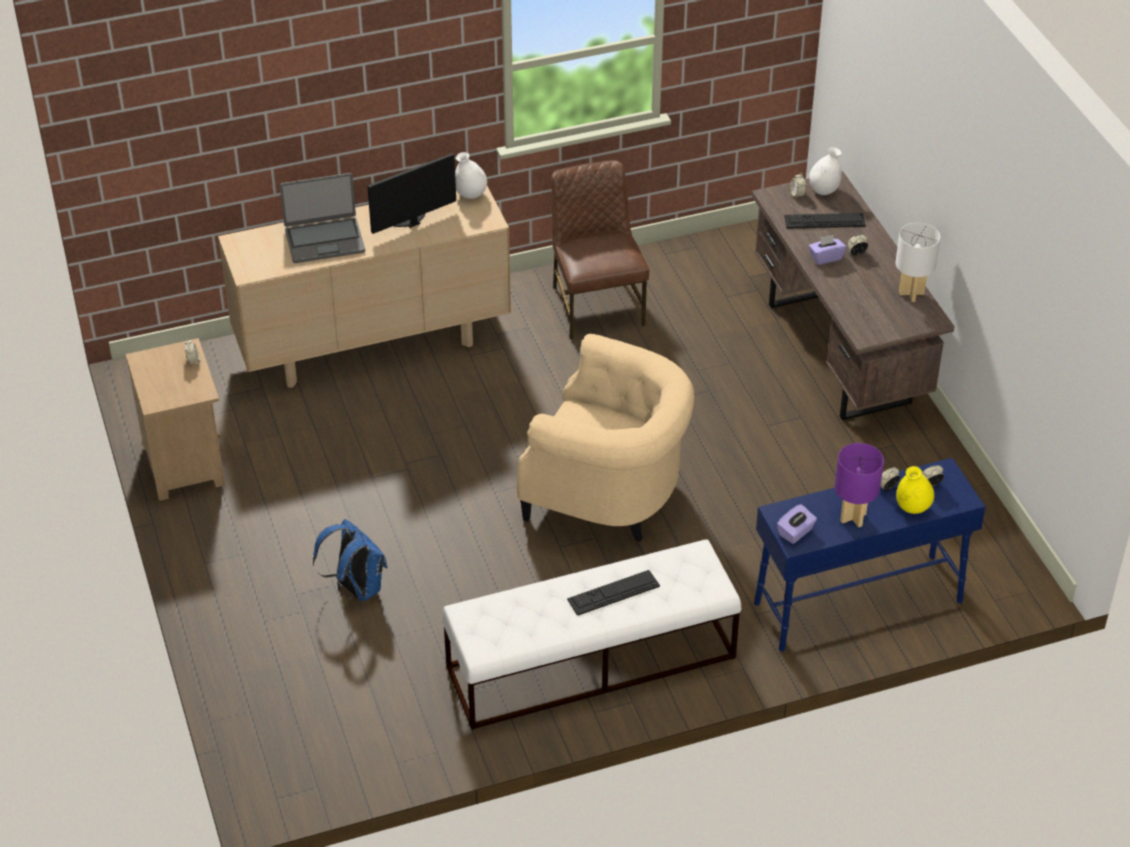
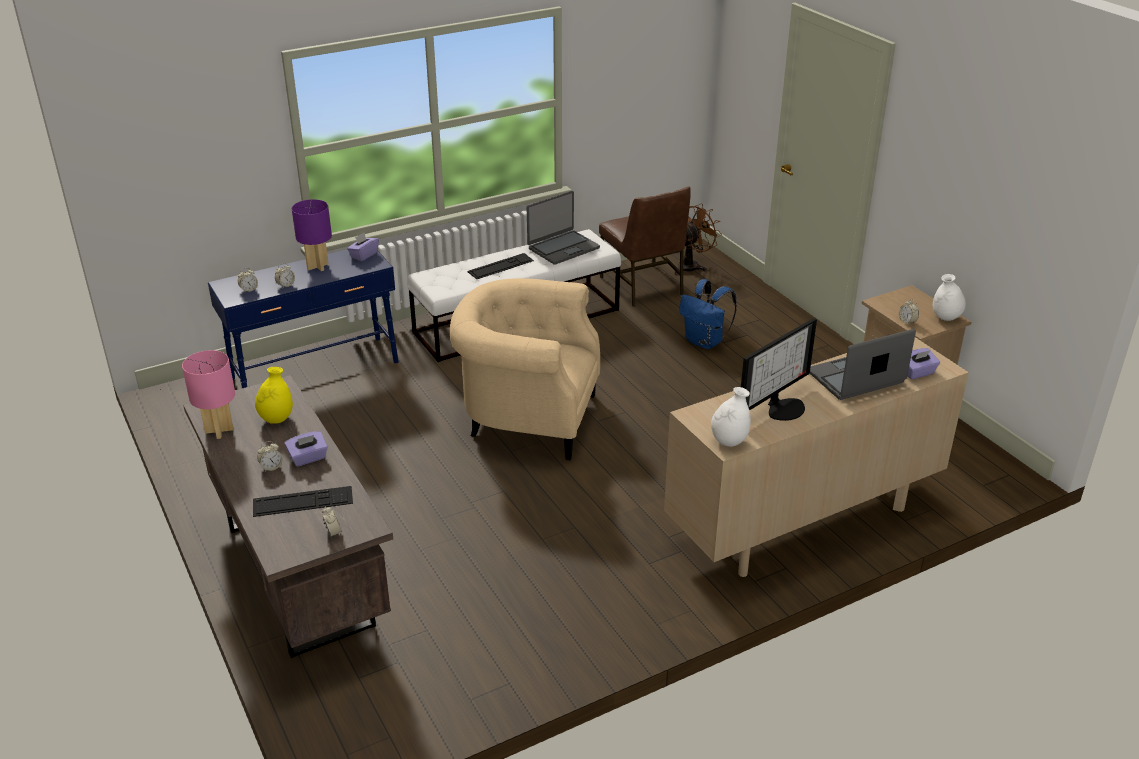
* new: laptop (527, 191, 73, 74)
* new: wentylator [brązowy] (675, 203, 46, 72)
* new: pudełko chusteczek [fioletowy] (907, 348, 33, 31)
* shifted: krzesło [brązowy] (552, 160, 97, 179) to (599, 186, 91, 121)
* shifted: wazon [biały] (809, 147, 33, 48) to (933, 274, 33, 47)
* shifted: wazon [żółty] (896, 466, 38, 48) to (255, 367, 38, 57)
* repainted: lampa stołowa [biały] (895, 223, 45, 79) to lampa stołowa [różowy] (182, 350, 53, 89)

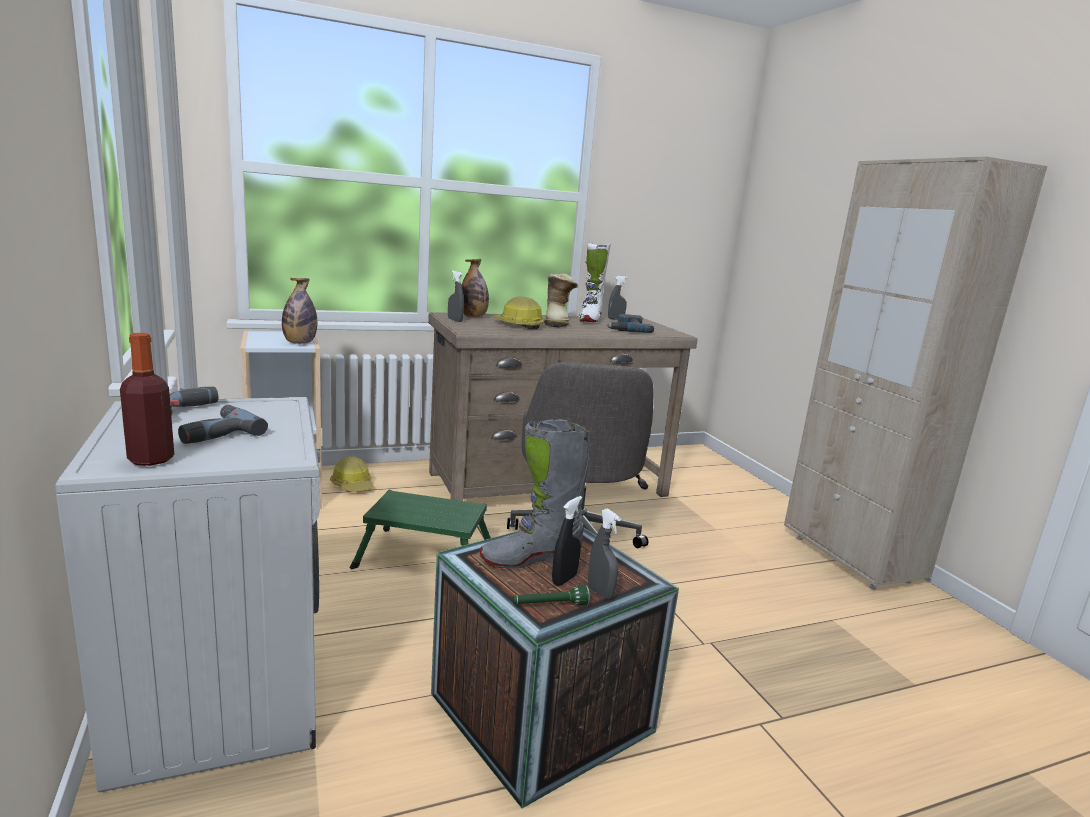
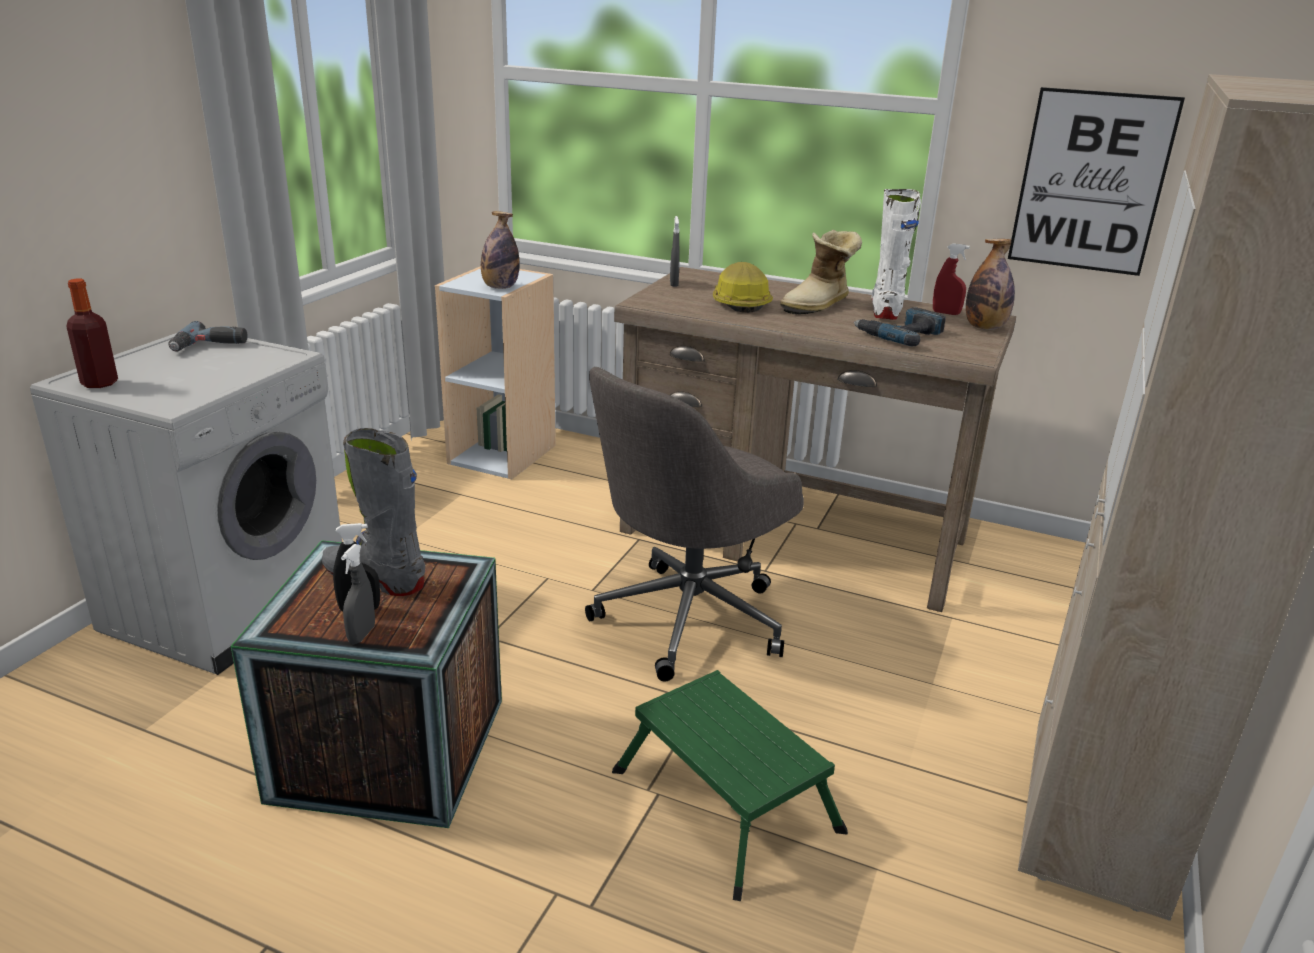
* gone: wiertarka (178, 405, 90, 39)
* gone: kask (330, 456, 44, 36)
* gone: latarka [zielony] (513, 585, 77, 20)
* new: obraz (1008, 87, 177, 189)
* shifted: drabinka [zielony] (349, 490, 142, 79) to (612, 670, 236, 231)
* shifted: butelka (462, 259, 27, 58) to (966, 239, 49, 91)
* repainted: spryskiwacz [szary] (608, 276, 20, 43) to spryskiwacz [czerwony] (933, 243, 37, 72)
* rotated: but z cholewką [biały] (579, 243, 32, 80) = (871, 189, 50, 131) 135 degrees clockwise

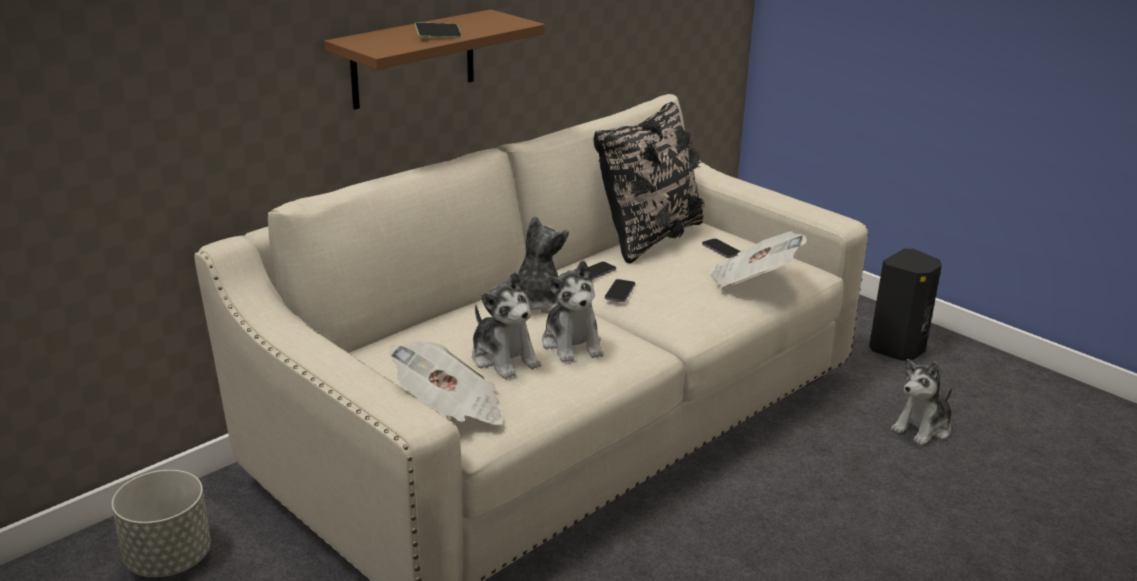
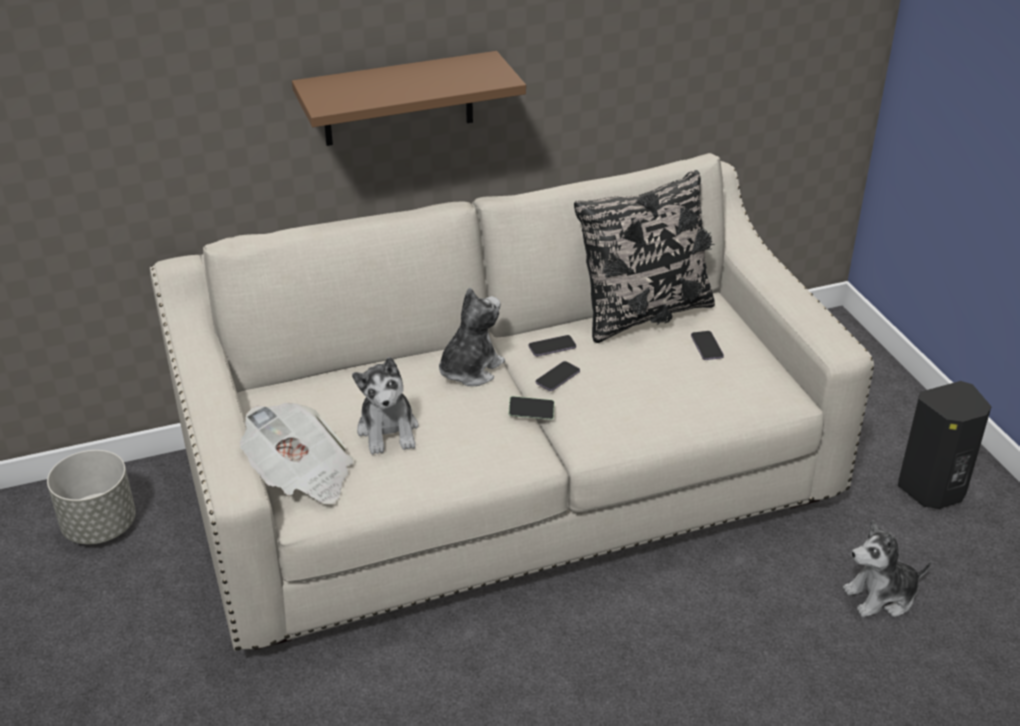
* gone: pluszak (542, 260, 62, 103)
* gone: gazeta (708, 231, 99, 57)
* shifted: telefon (415, 23, 47, 15) to (509, 396, 46, 24)

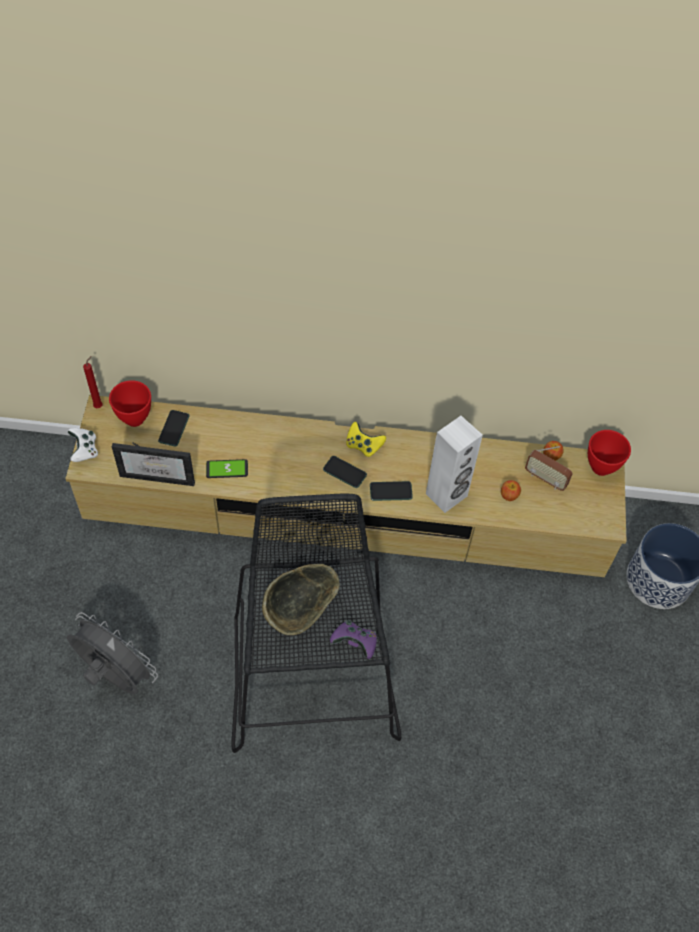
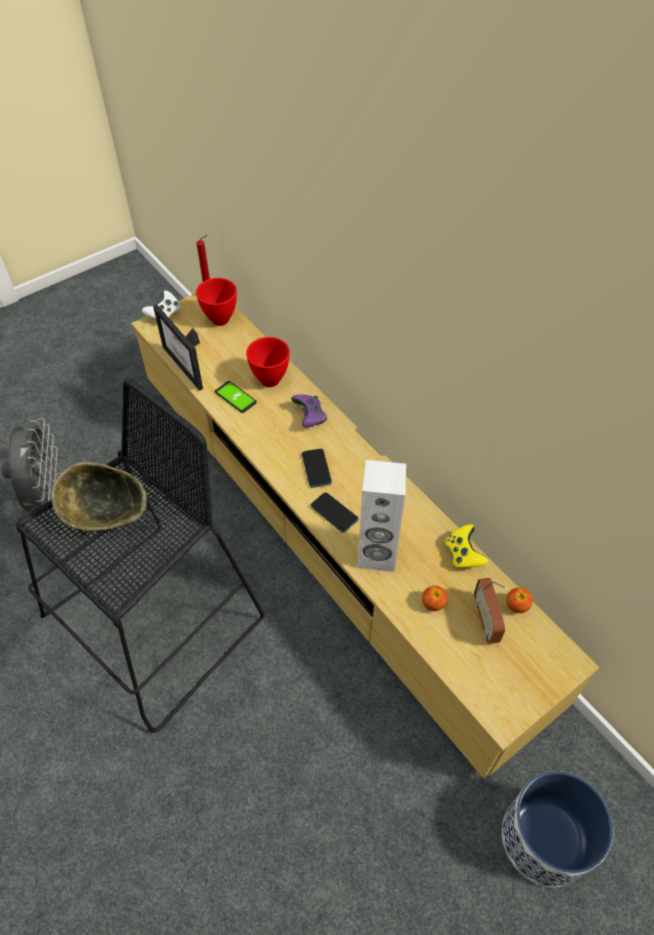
* gone: telefon (158, 410, 31, 37)
* shifted: pad do gier [fioletowy] (330, 620, 47, 39) to (291, 394, 36, 33)
* shifted: pad do gier [żółty] (346, 422, 40, 35) to (445, 524, 43, 44)
* shifted: miska [czerwony] (588, 430, 43, 46) to (246, 337, 44, 50)

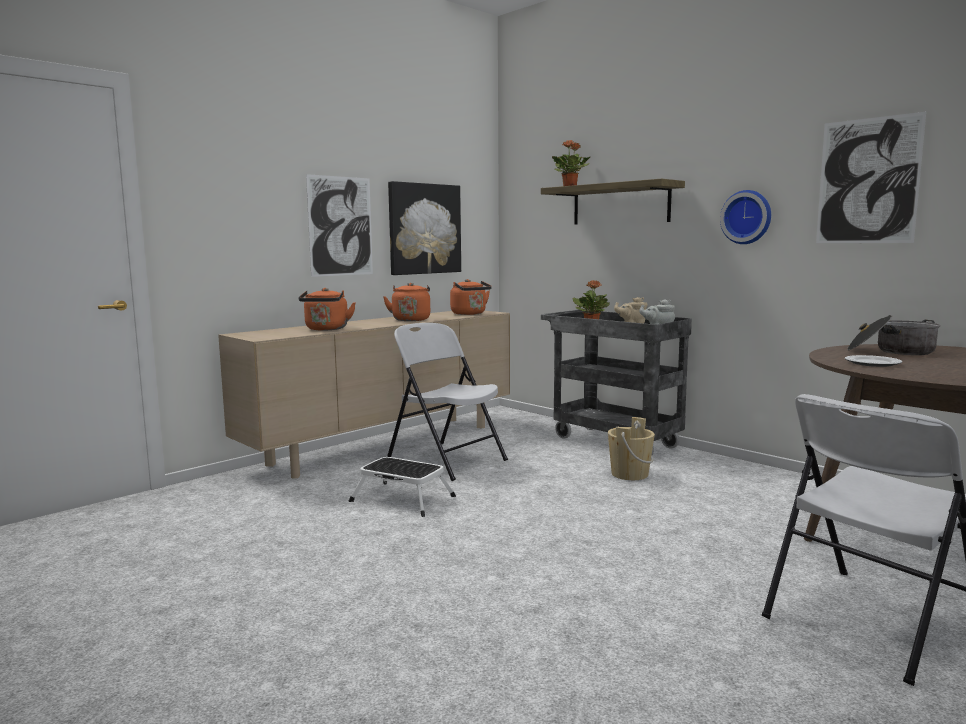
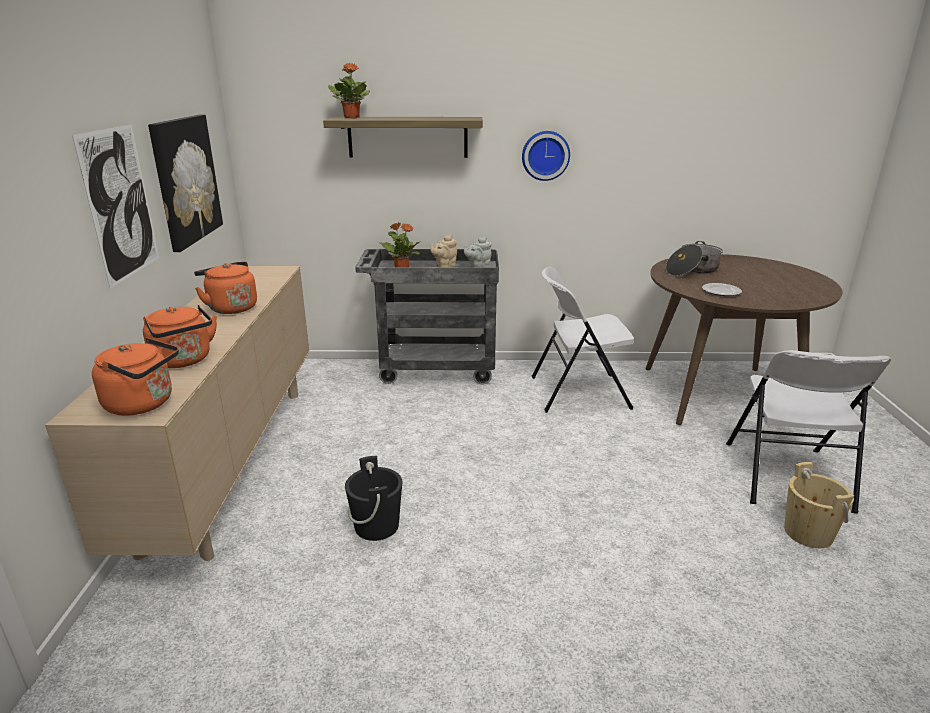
* gone: obraz (816, 112, 110, 131)
* shifted: krzesło [biały] (387, 323, 121, 158) to (532, 267, 102, 146)
* shifted: czajnik [pomarańczowy] (450, 279, 42, 36) to (92, 337, 87, 79)
* shifted: wiadro [beżowy] (608, 417, 47, 63) to (784, 462, 70, 86)
* swapped: drabinka [czarny] (349, 457, 107, 60) to wiadro [czarny] (345, 456, 57, 85)

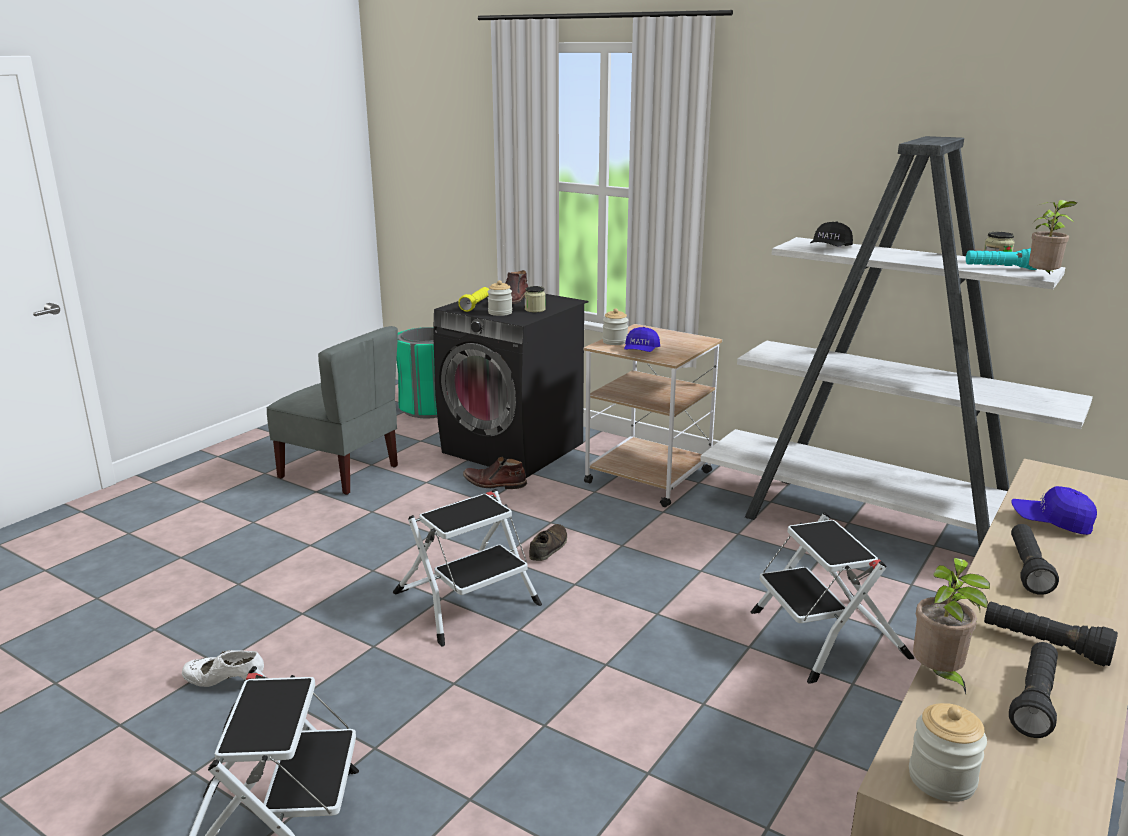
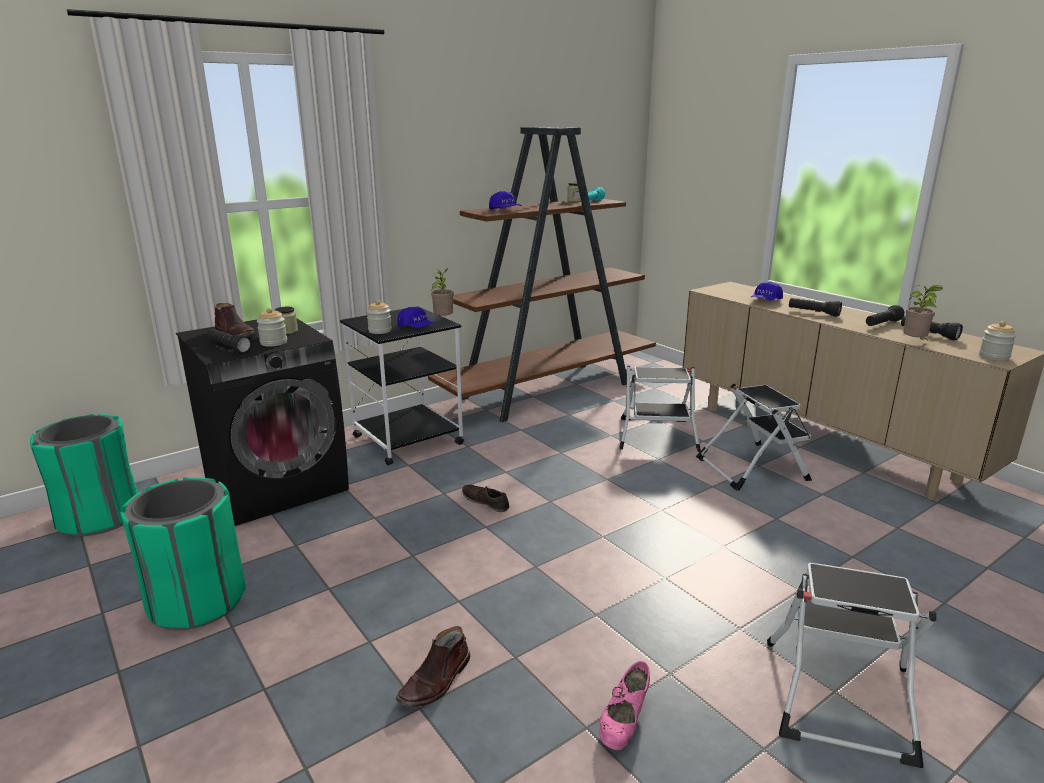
* shifted: drabinka (393, 489, 149, 157) to (696, 384, 116, 107)
* shifted: but z cholewką [brązowy] (463, 457, 64, 32) to (396, 626, 74, 81)
* shifted: roślina doniczkowa (1029, 200, 48, 74) to (431, 269, 23, 48)
* swapped: krzesło [szary] (267, 326, 131, 169) to kosz na śmieci [zielony] (120, 477, 126, 153)
* repainted: but [biały] (182, 650, 82, 37) to but [różowy] (599, 661, 51, 89)
* repainted: latarka [żółty] (458, 287, 31, 25) to latarka [czarny] (207, 329, 45, 25)
* repainted: wózek [beżowy] (584, 324, 138, 183) to wózek [czarny] (340, 306, 124, 159)
* repainted: regał [biały] (700, 136, 393, 412) to regał [brązowy] (428, 127, 228, 295)
* repainted: czapka z daszkiem [czarny] (810, 222, 43, 24) to czapka z daszkiem [niebieski] (489, 191, 32, 18)

